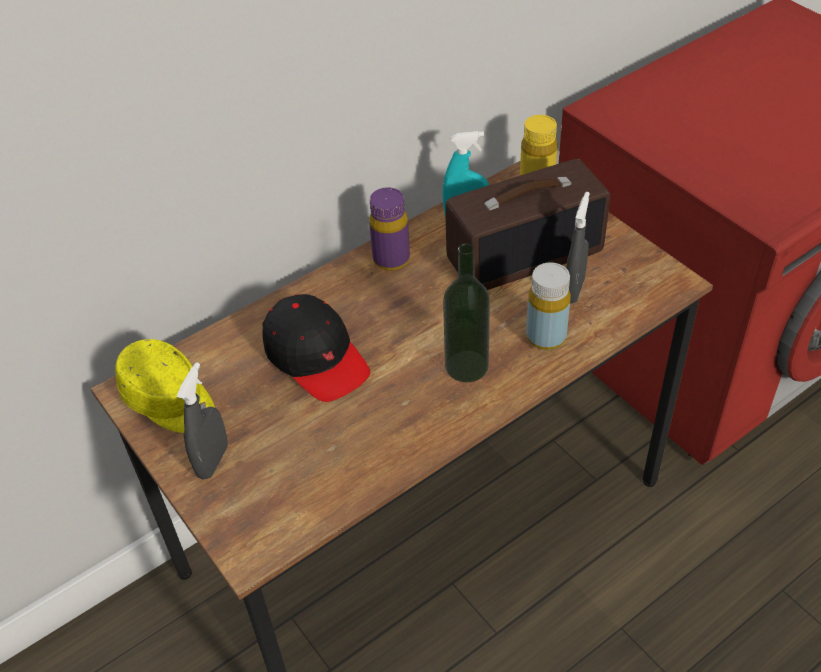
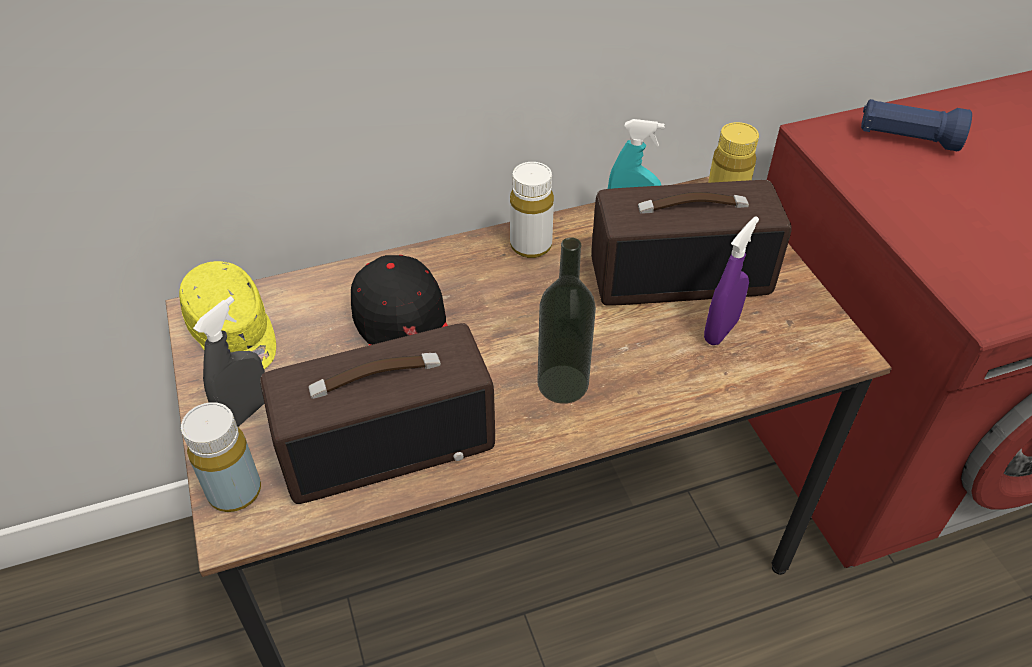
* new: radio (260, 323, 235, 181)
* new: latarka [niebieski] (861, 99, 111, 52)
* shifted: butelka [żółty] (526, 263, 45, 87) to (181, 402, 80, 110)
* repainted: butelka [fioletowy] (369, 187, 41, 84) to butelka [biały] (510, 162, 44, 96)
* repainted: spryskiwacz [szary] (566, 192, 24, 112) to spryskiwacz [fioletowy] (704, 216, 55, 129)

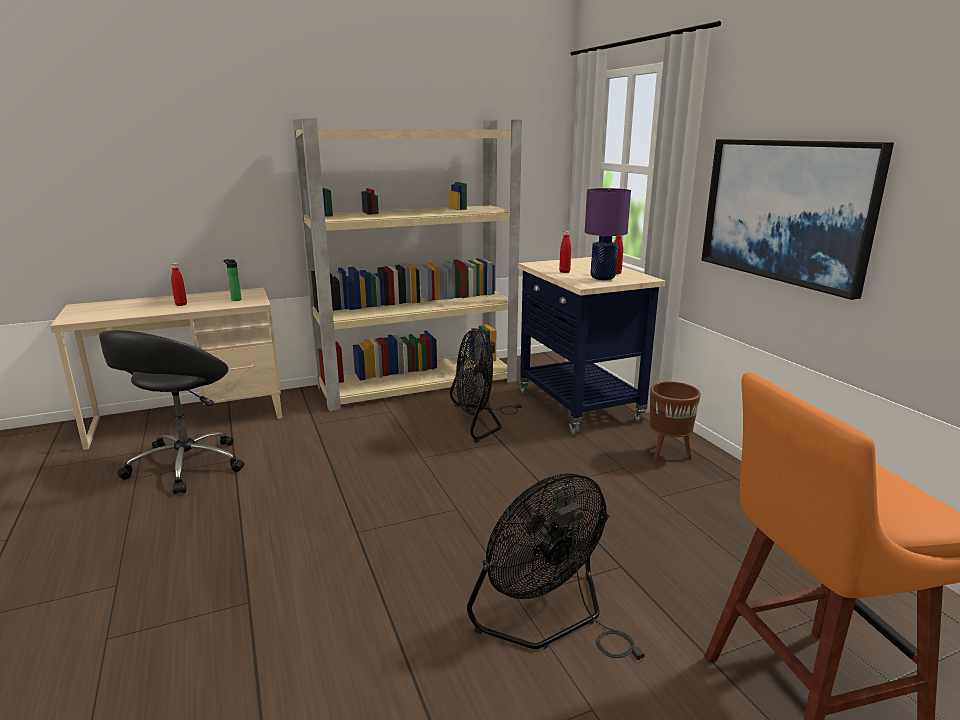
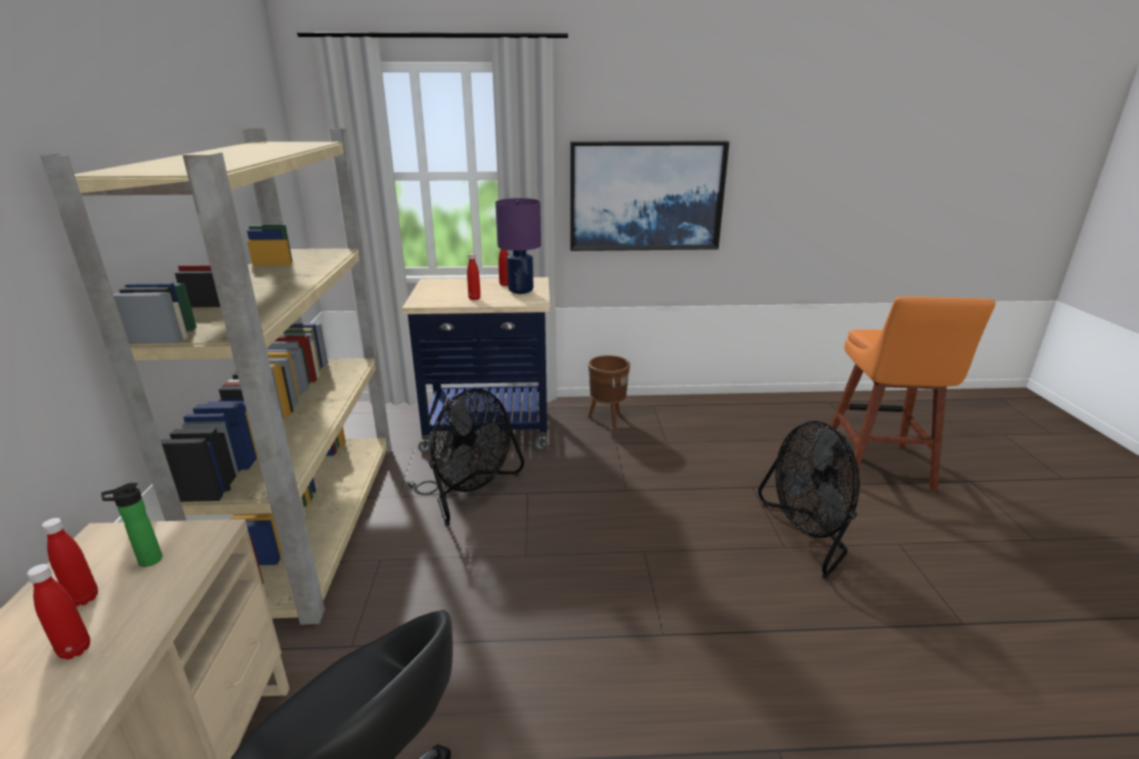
* new: butelka [czerwony] (41, 518, 57, 88)
* rotated: wentylator [czarny] (450, 329, 74, 114) = (408, 389, 116, 137) 60 degrees counterclockwise

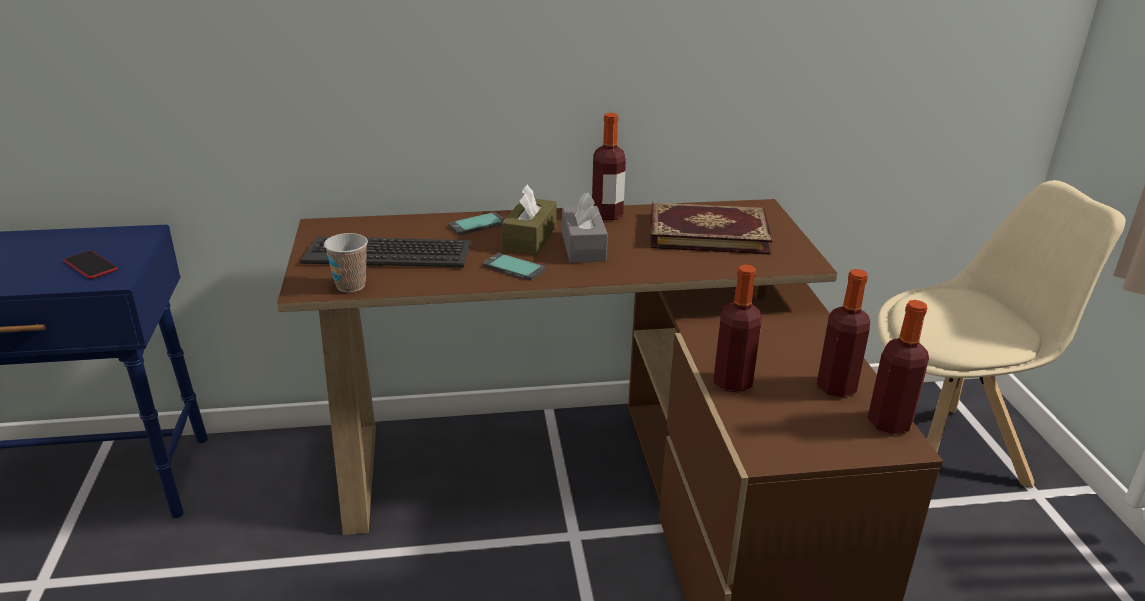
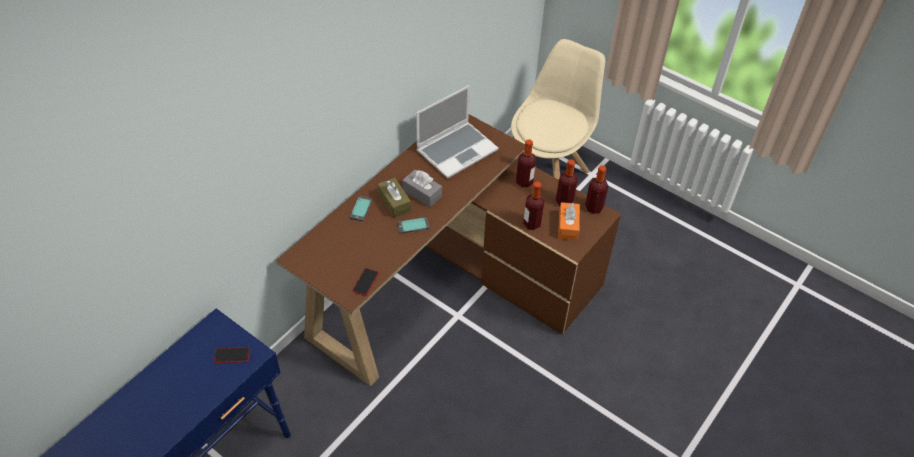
* gone: klawiatura (300, 237, 171, 30)
* new: pudełko chusteczek [pomarańczowy] (558, 202, 22, 39)
* shifted: butelka (592, 113, 34, 107) to (516, 140, 20, 48)
* swapped: filiżanka (324, 233, 44, 59) to telefon (352, 268, 27, 28)
* swapped: książka (651, 202, 121, 52) to laptop (416, 85, 83, 94)

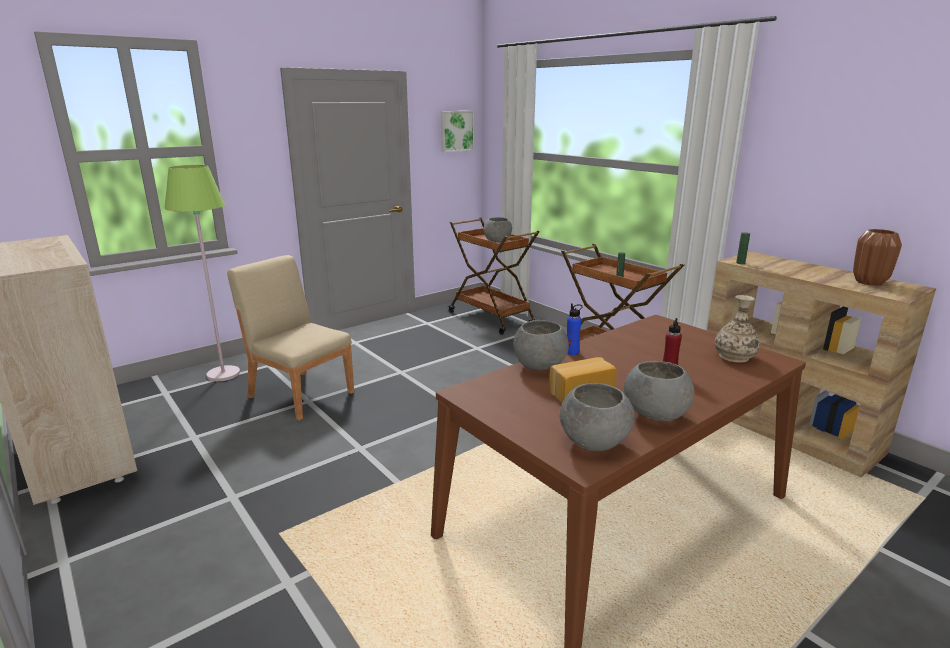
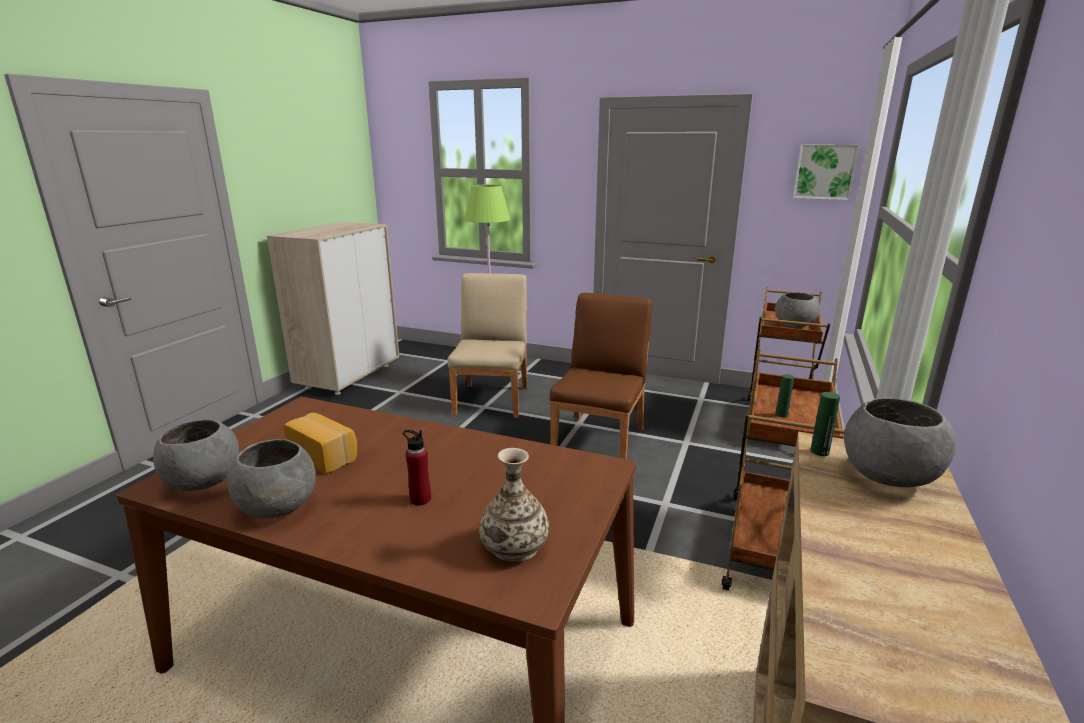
* gone: butelka [niebieski] (567, 303, 16, 52)
* gone: wazon [brązowy] (853, 229, 49, 57)
* new: krzesło [brązowy] (550, 293, 102, 166)
* shifted: miska [szary] (513, 320, 56, 50) to (844, 398, 112, 89)

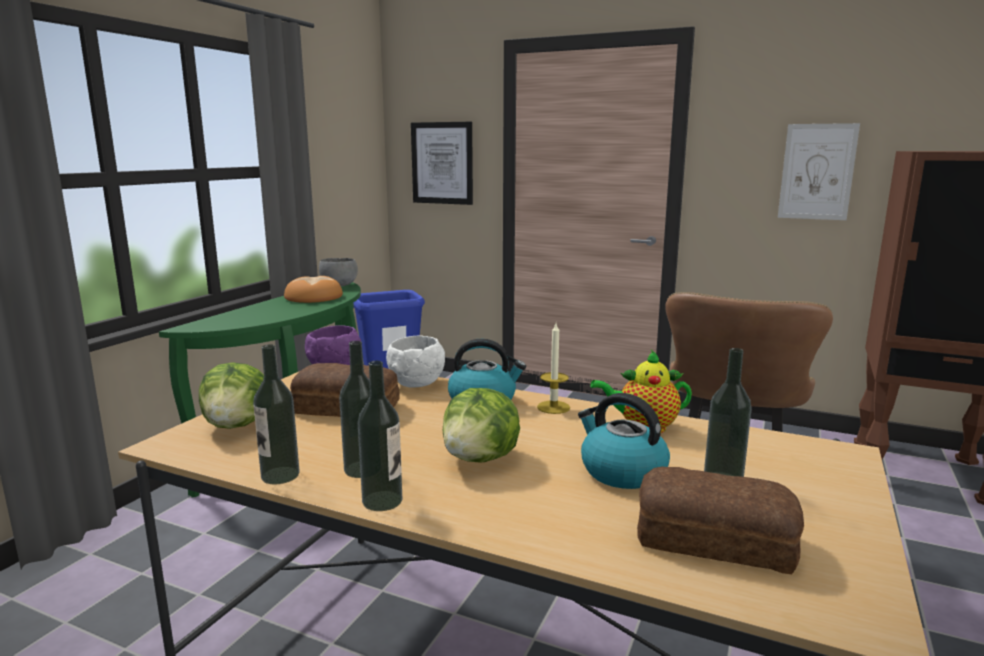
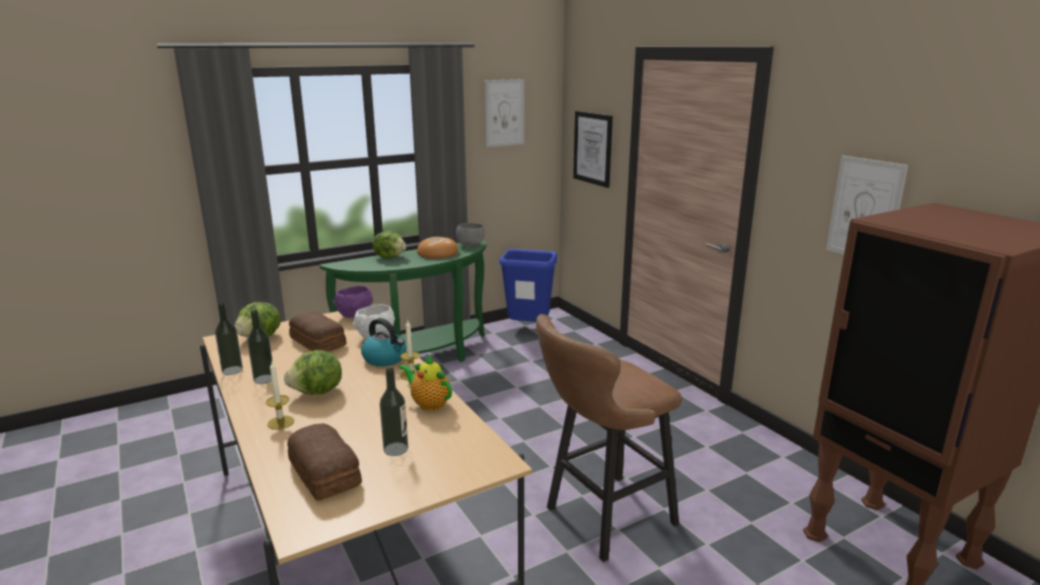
* gone: butelka (358, 361, 44, 150)
* gone: czajnik (578, 393, 92, 96)
* new: świeca (266, 362, 28, 68)
* new: sałata (373, 231, 33, 27)
* new: obraz (485, 79, 39, 68)

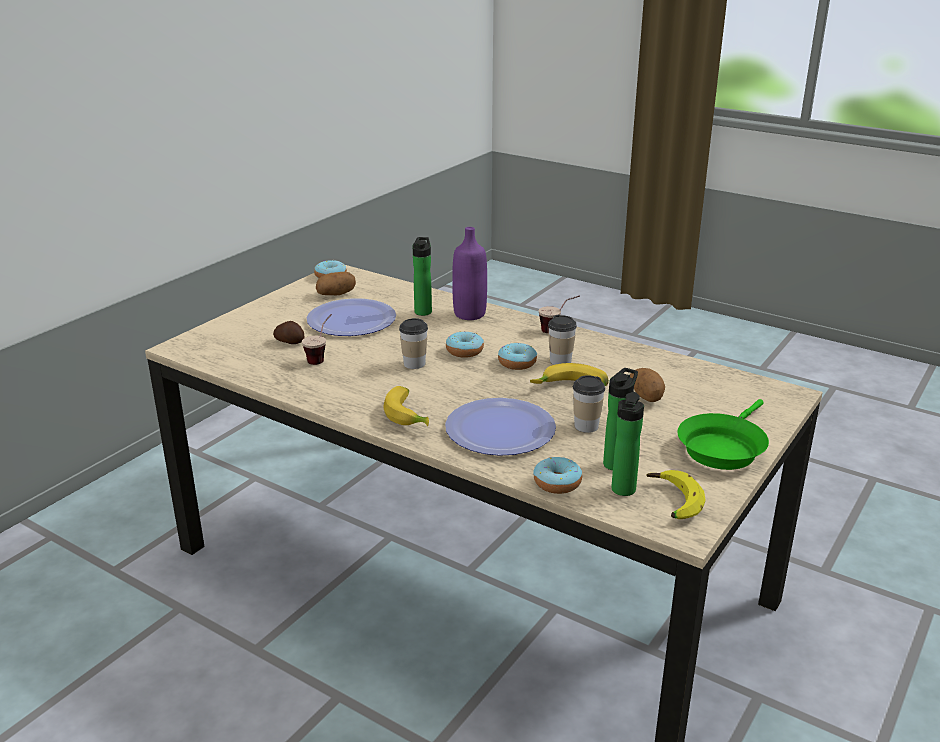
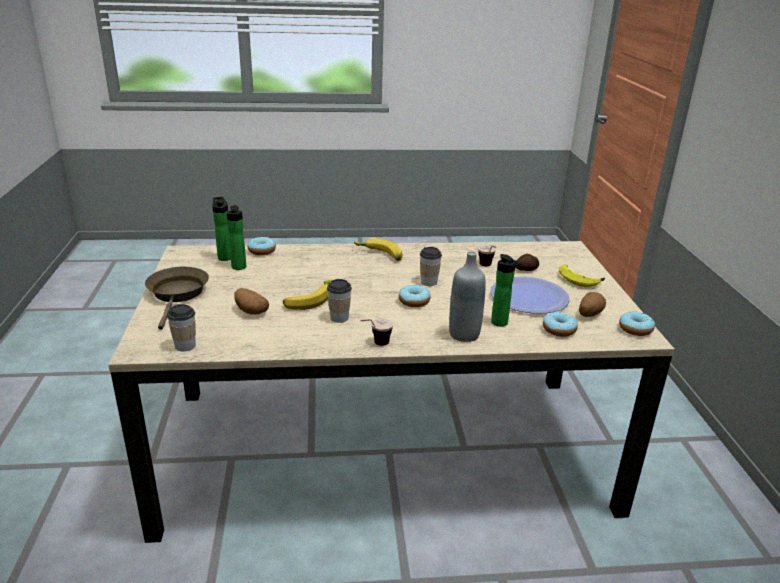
* gone: talerz (445, 398, 111, 58)
* shifted: donut (498, 343, 39, 27) to (543, 312, 35, 25)
* shifted: filiżanka (573, 375, 32, 58) to (167, 304, 29, 47)
* shifted: banan (646, 470, 60, 49) to (559, 264, 46, 23)
* repainted: butelka [fioletowy] (452, 227, 35, 93) to butelka [szary] (449, 251, 37, 91)
* repainted: patelnia [zielony] (677, 399, 92, 71) to patelnia [brązowy] (145, 267, 64, 63)

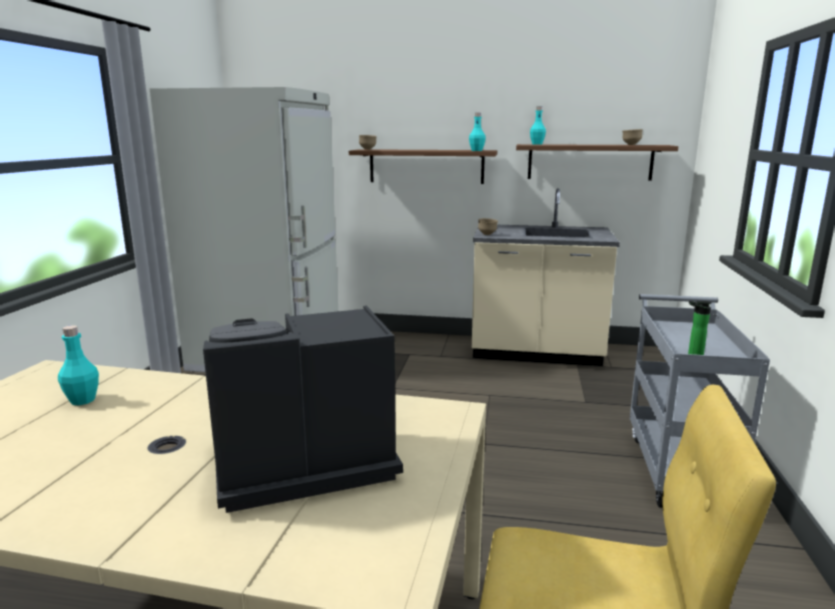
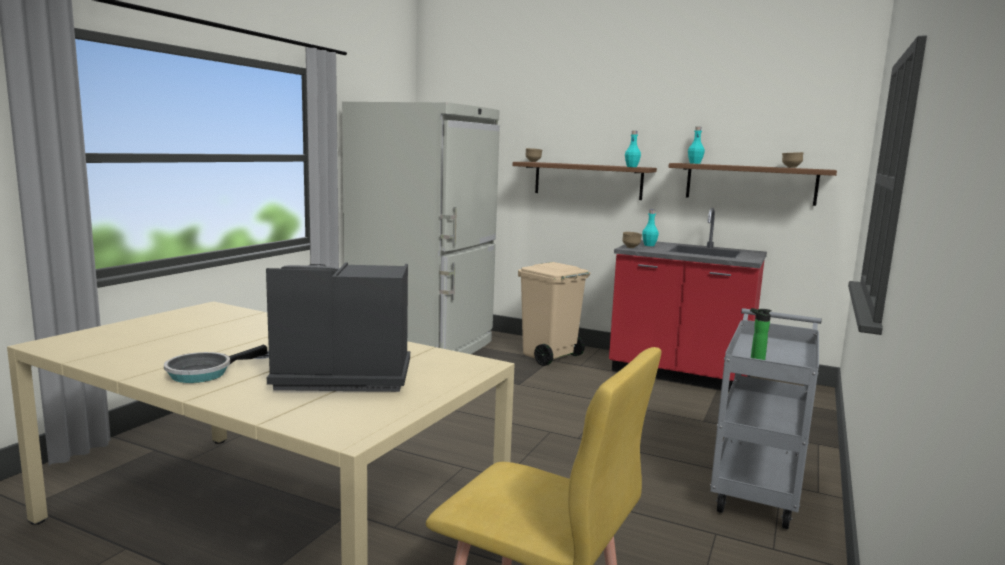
* new: patelnia (164, 345, 103, 38)
* new: kosz na śmieci [beżowy] (518, 262, 73, 104)
* shifted: butelka [turkusowy] (58, 325, 41, 80) to (642, 210, 17, 36)
* repainted: zabudowa kuchenna [beżowy] (472, 188, 148, 178) to zabudowa kuchenna [czerwony] (609, 208, 158, 183)

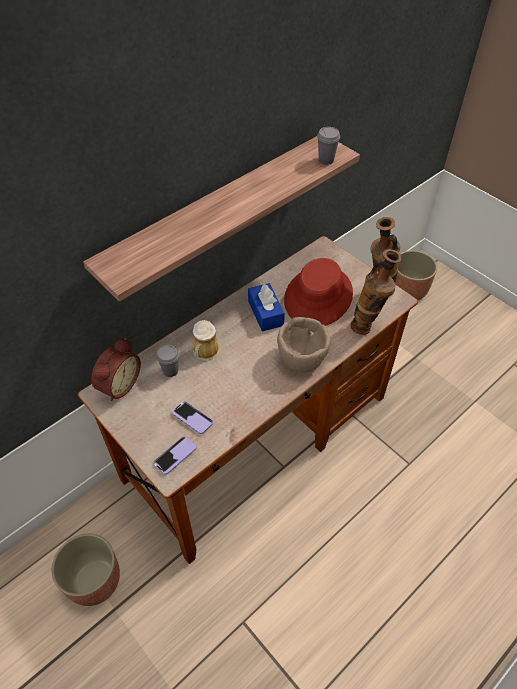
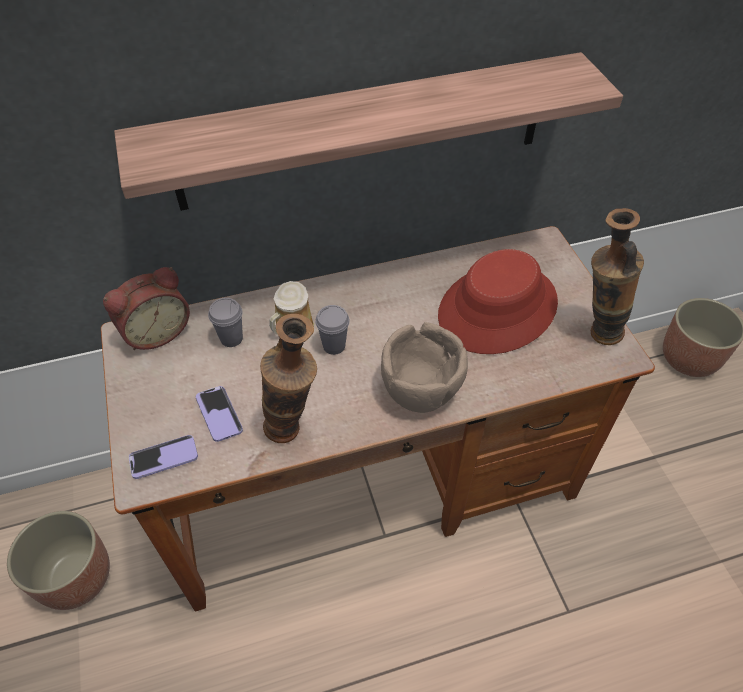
* gone: pudełko chusteczek [niebieski] (248, 283, 37, 49)
* shifted: filiżanka [szary] (317, 127, 23, 38) to (315, 305, 35, 50)
* shifted: wazon (350, 249, 51, 86) to (260, 314, 57, 129)

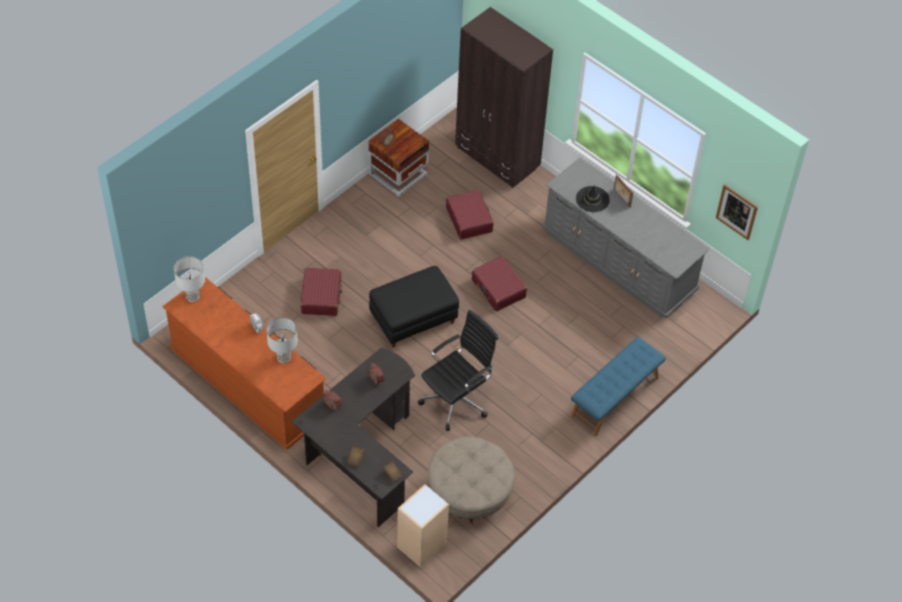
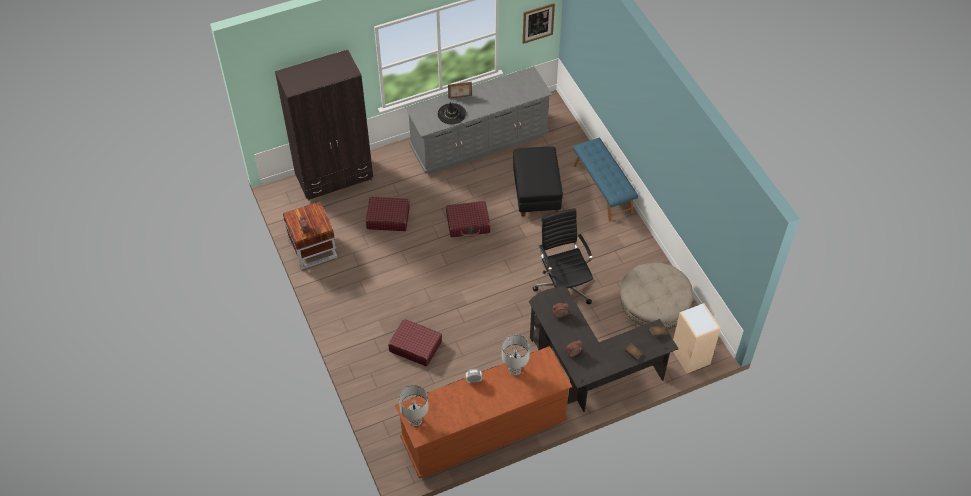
* shifted: pufa [czarny] (369, 266, 90, 82) to (513, 146, 50, 71)

